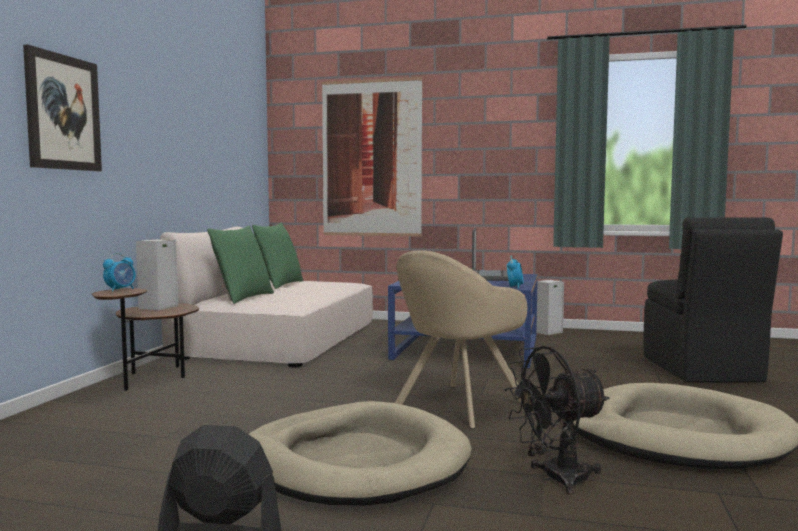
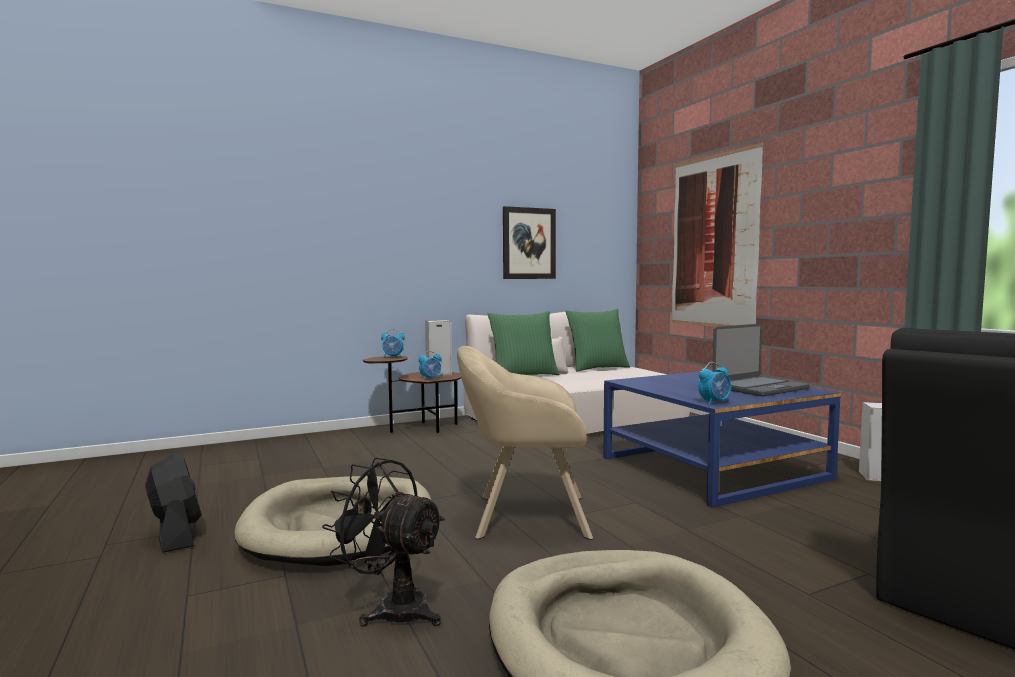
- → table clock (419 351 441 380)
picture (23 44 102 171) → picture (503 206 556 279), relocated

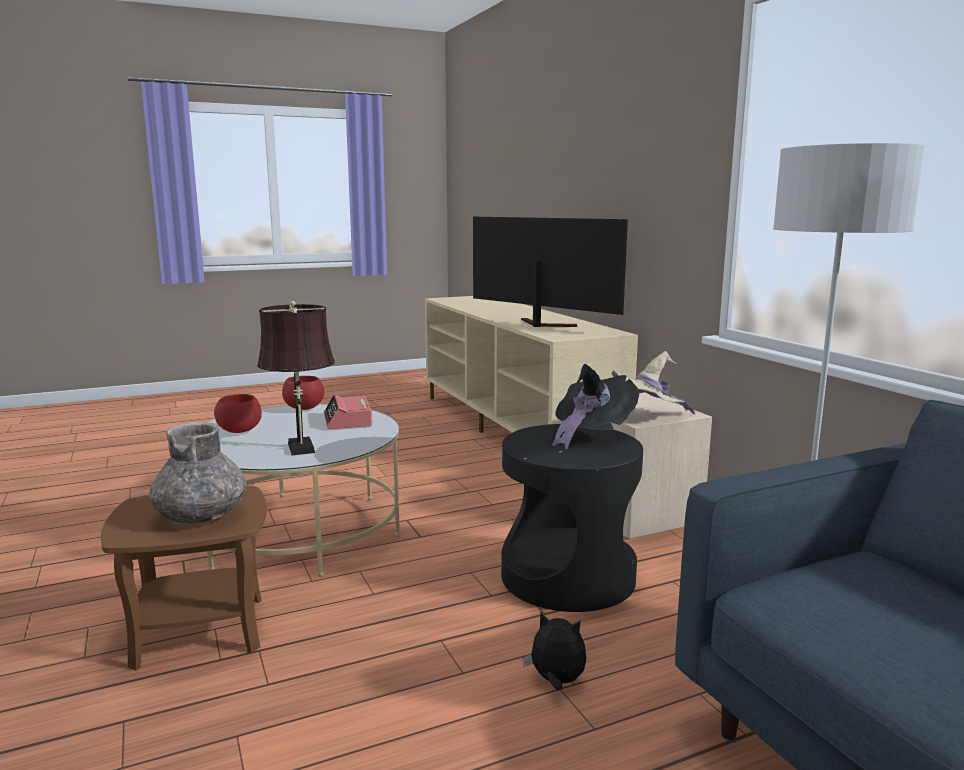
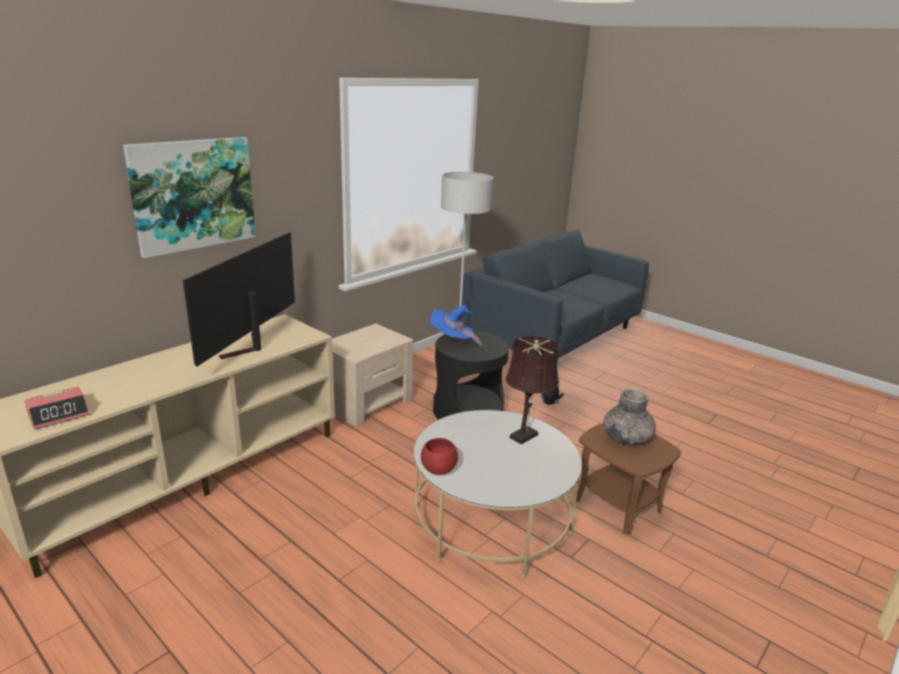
red-coloured serving bowl (214 394 262 433) → -
beige-coloured wearable hat (611 351 695 414) → -
- → picture (123 137 255 258)
table clock (324 395 372 429) → table clock (24 387 90 430), relocated
black wearable hat (552 364 639 450) → blue wearable hat (430 305 483 347)

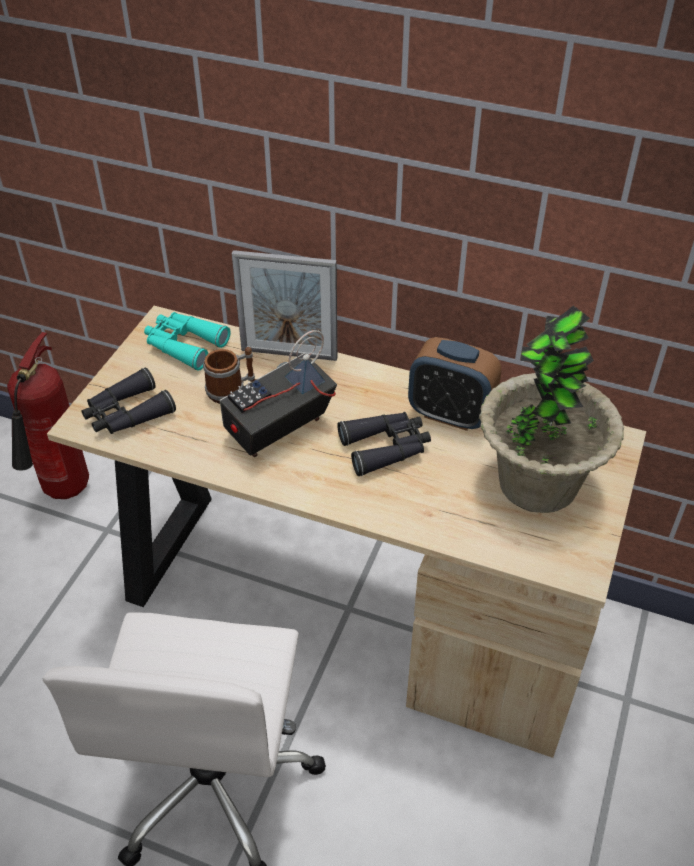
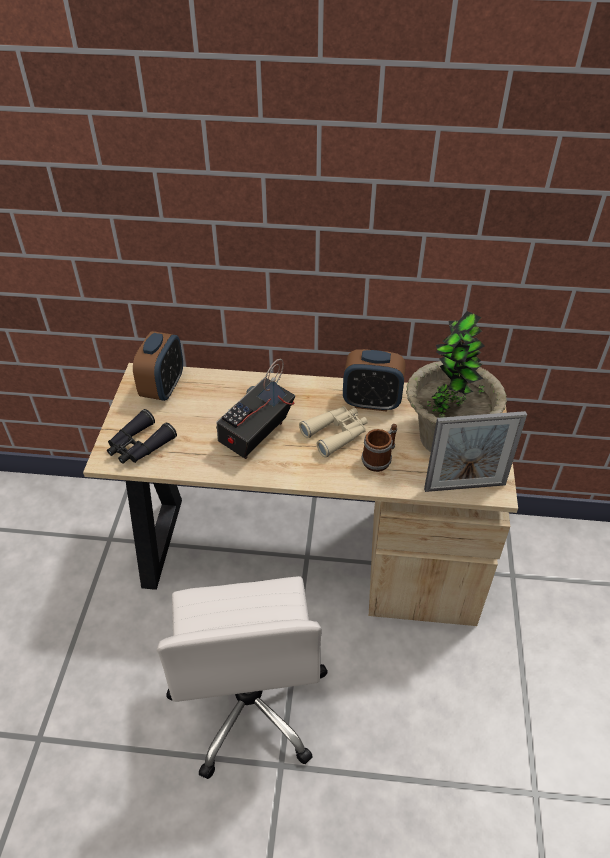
fire extinguisher (7 332 89 499) → -
tea mug (203 347 256 404) → tea mug (361 424 397 472), relocated
photo frame (232 250 337 361) → photo frame (424 411 527 492), relocated
turquoise field glasses (144 312 231 371) → table clock (133 331 183 401)
black field glasses (337 412 431 476) → beige-coloured field glasses (299 406 368 458)

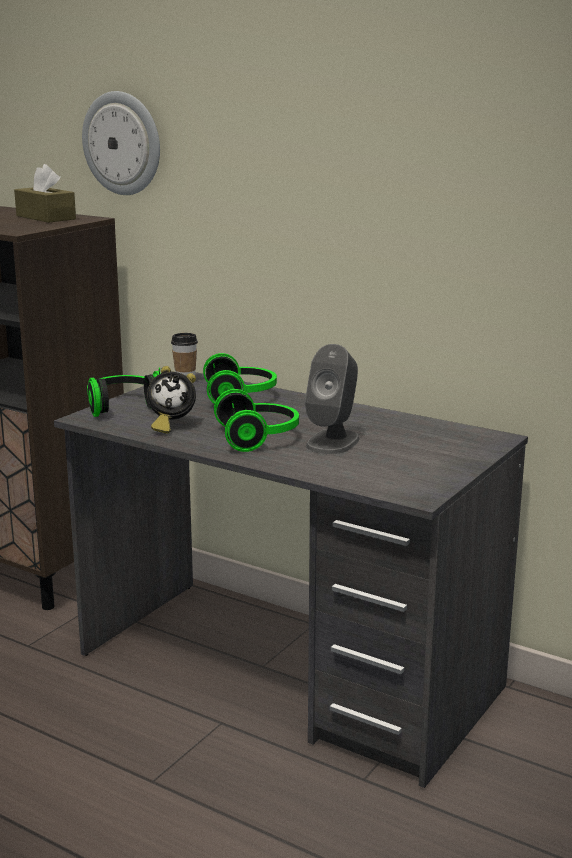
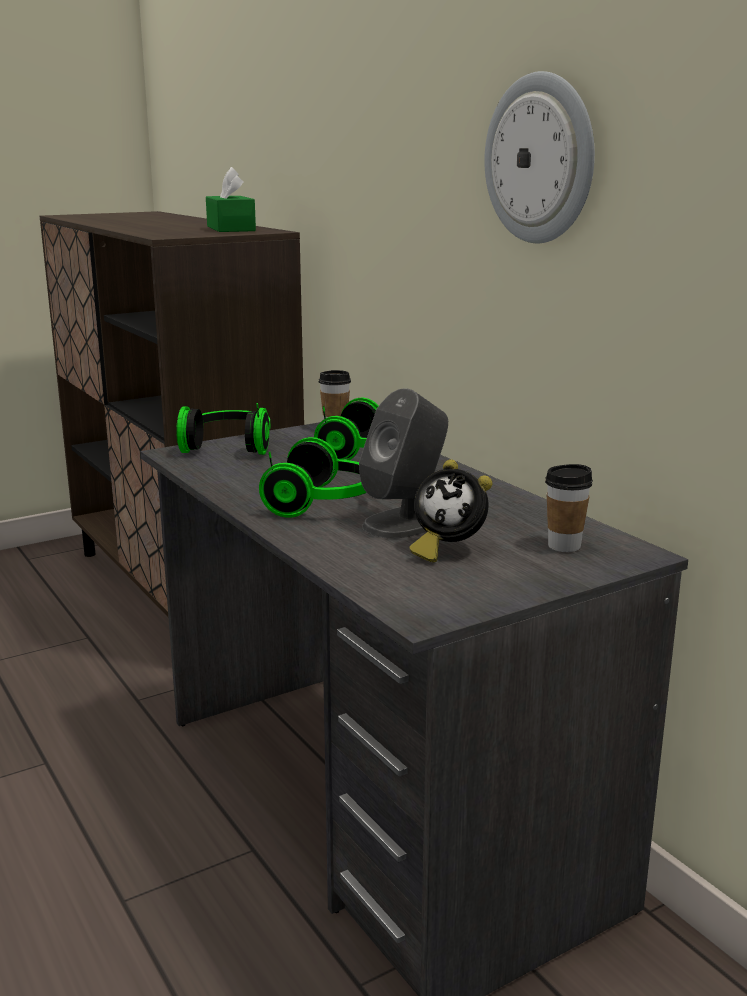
- → drinking cup (545 464 593 552)
hanging clock (82 91 160 195) → hanging clock (484 71 595 243), relocated
table clock (147 366 196 434) → table clock (409 459 492 562), relocated
brown-coloured box of tissues (14 164 76 223) → greenish box of tissues (206 167 256 232)

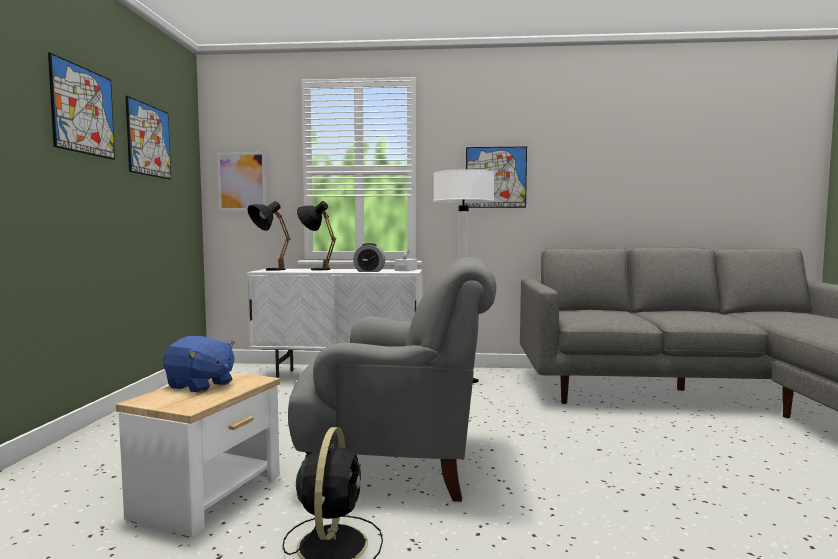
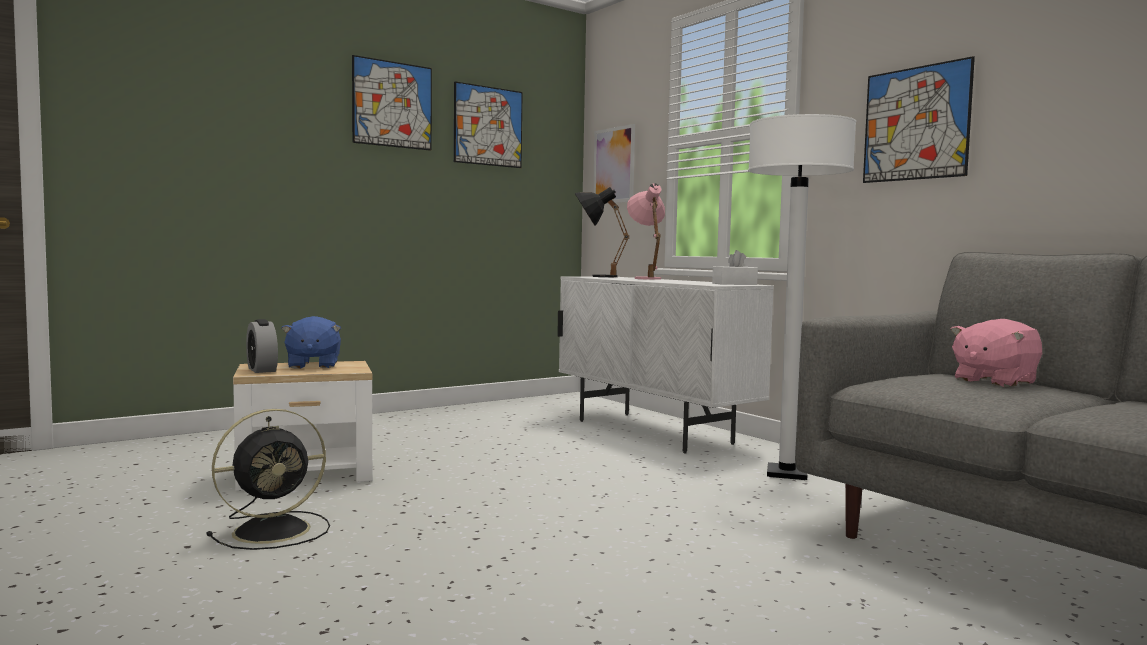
greyish easy chair (288 257 496 502) → -
- → pink-coloured plush toy (950 319 1042 387)
table clock (353 243 385 272) → table clock (246 319 278 373), relocated
black lamp for a table (297 201 336 270) → pink-coloured lamp for a table (627 183 665 280)

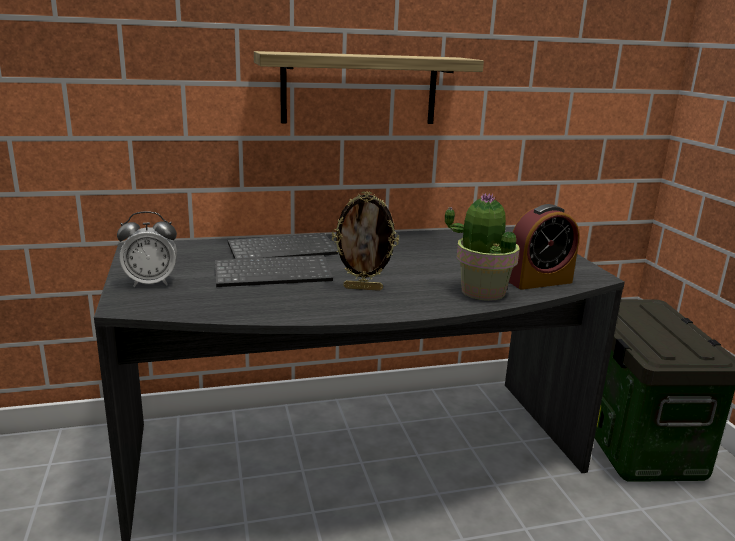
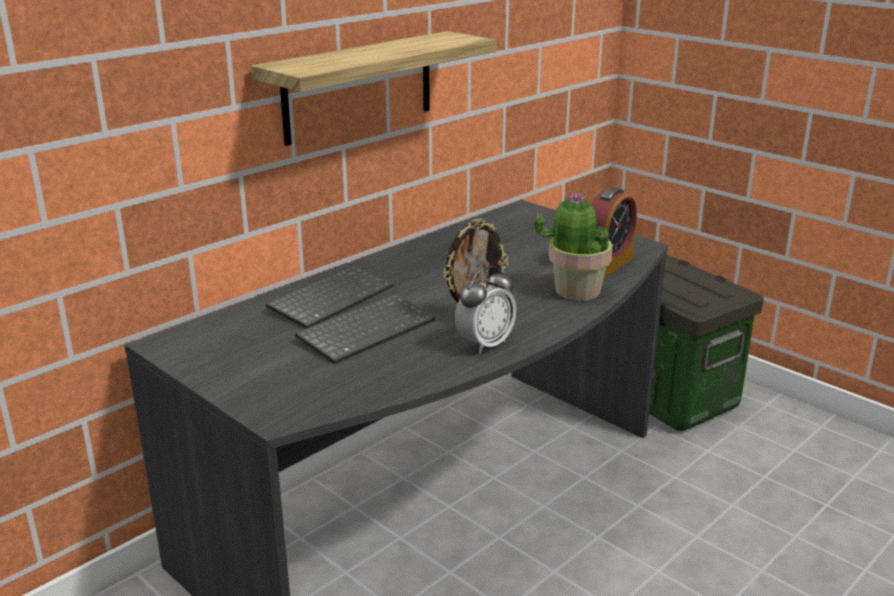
table clock (117 211 177 287) → table clock (455 266 516 354), relocated

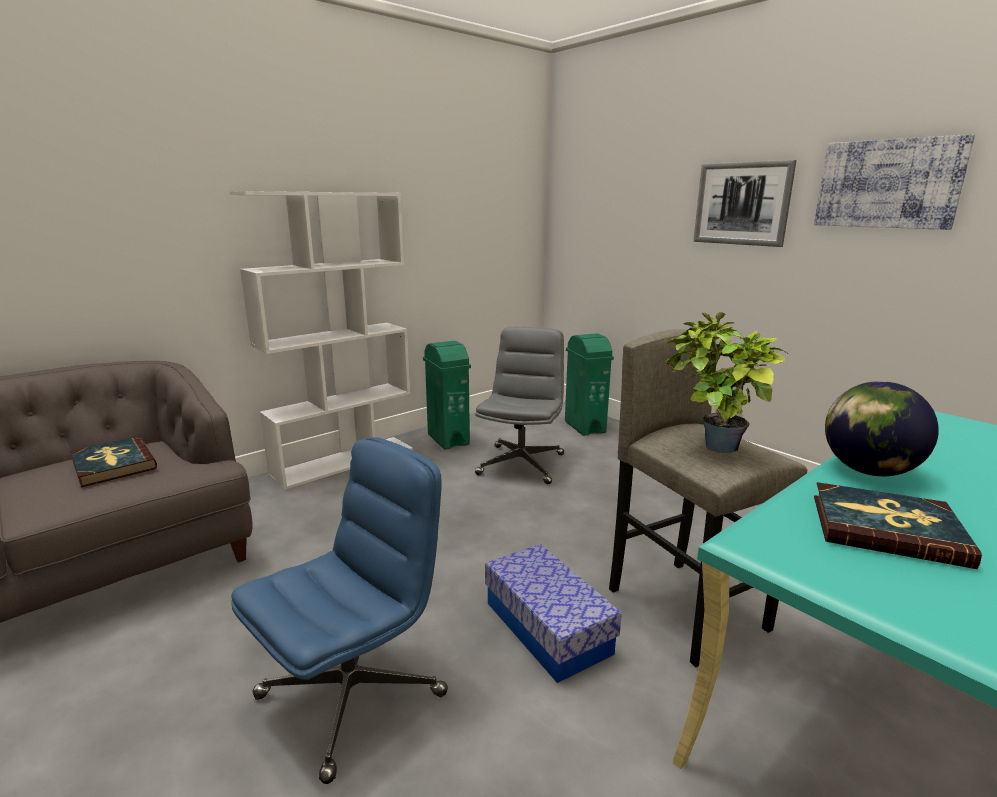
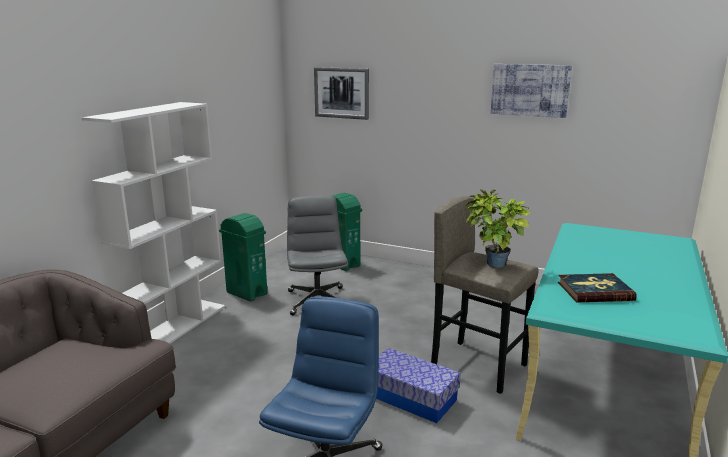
bound book (70 436 157 487) → -
world globe (825 381 939 476) → -
picture (693 160 797 247) → picture (314 67 369 120), relocated

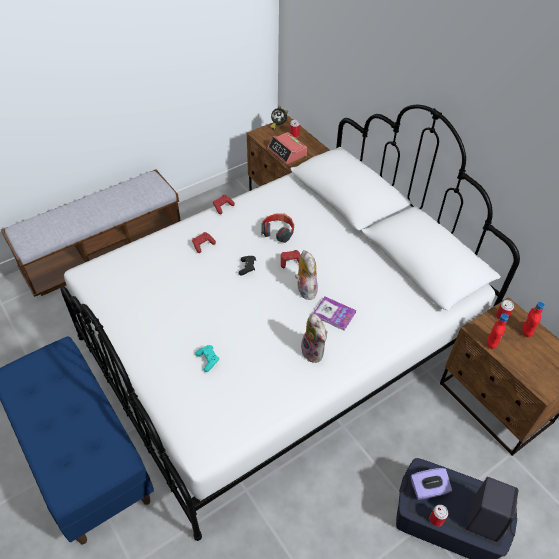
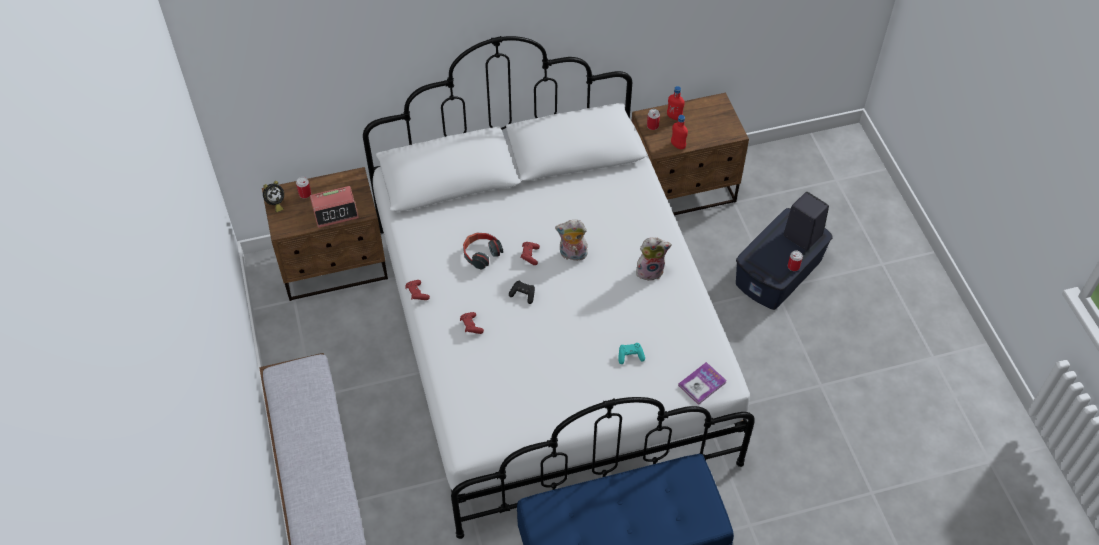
purplish box of tissues (411 468 452 500) → -
bound book (313 297 356 331) → bound book (678 362 727 405), relocated

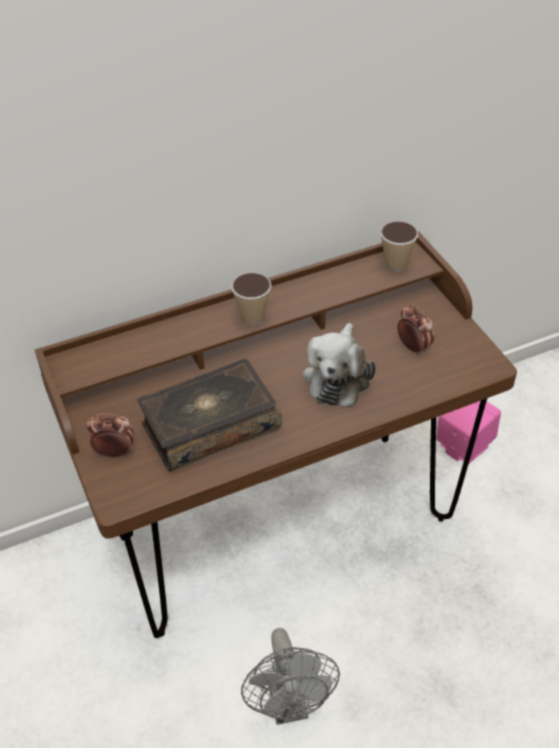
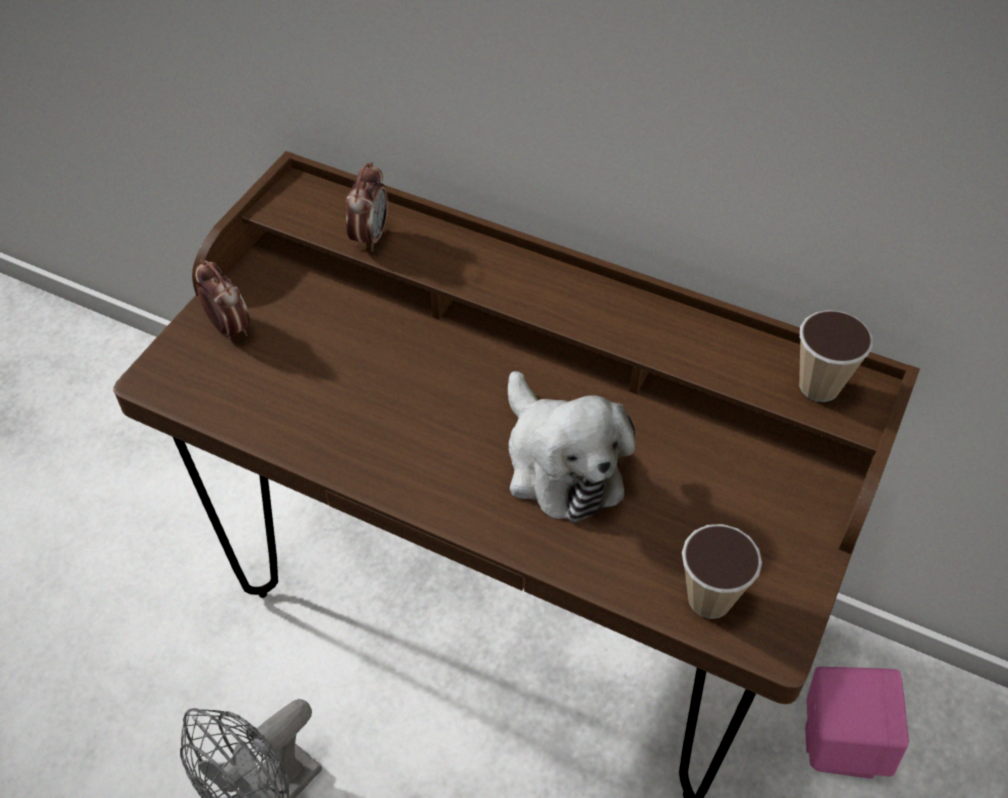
bound book (138 359 282 472) → -
drinking cup (231 272 271 325) → drinking cup (682 524 762 619), relocated
table clock (397 304 434 355) → table clock (346 162 388 251), relocated
plush toy (303 323 376 407) → plush toy (508 371 635 523), 90 degrees counterclockwise

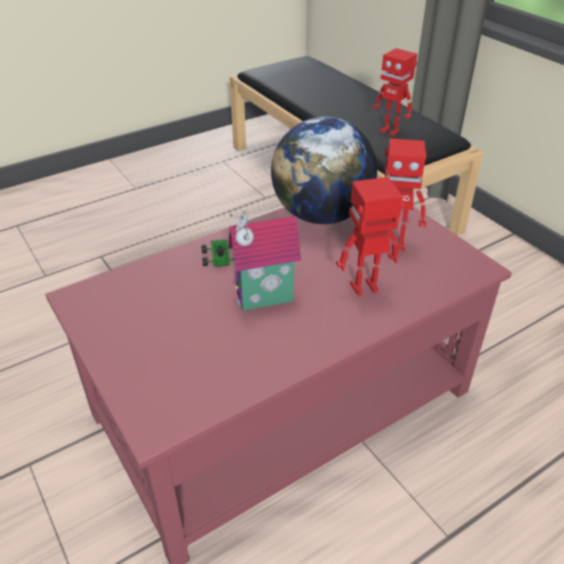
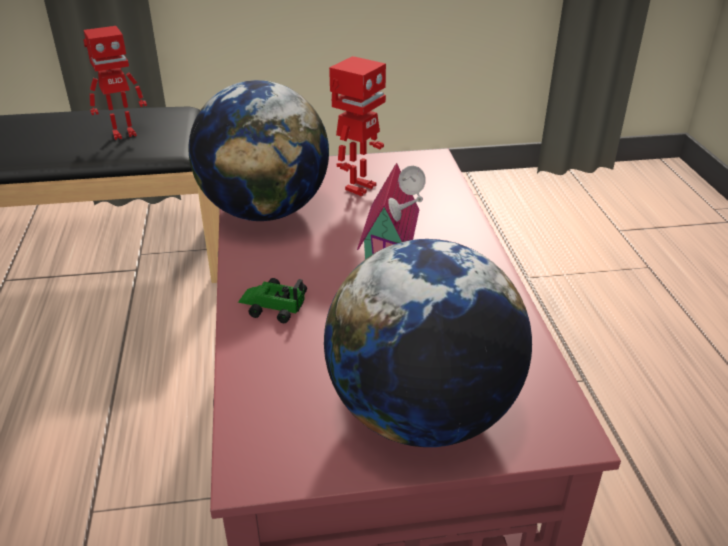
model robot (336 177 403 296) → -
- → world globe (324 239 532 447)

